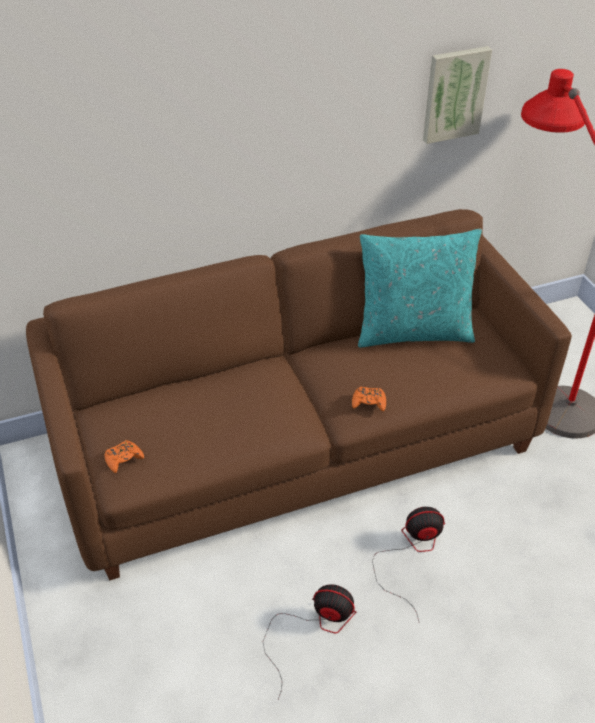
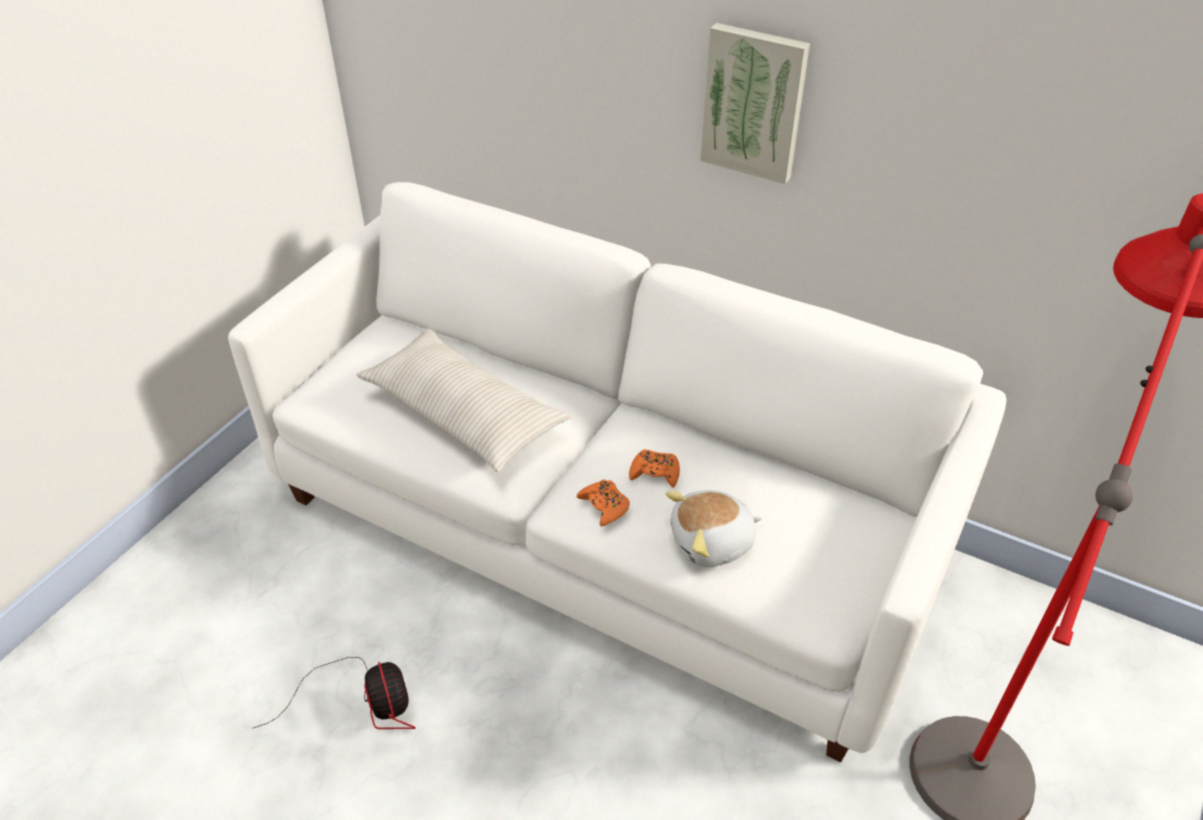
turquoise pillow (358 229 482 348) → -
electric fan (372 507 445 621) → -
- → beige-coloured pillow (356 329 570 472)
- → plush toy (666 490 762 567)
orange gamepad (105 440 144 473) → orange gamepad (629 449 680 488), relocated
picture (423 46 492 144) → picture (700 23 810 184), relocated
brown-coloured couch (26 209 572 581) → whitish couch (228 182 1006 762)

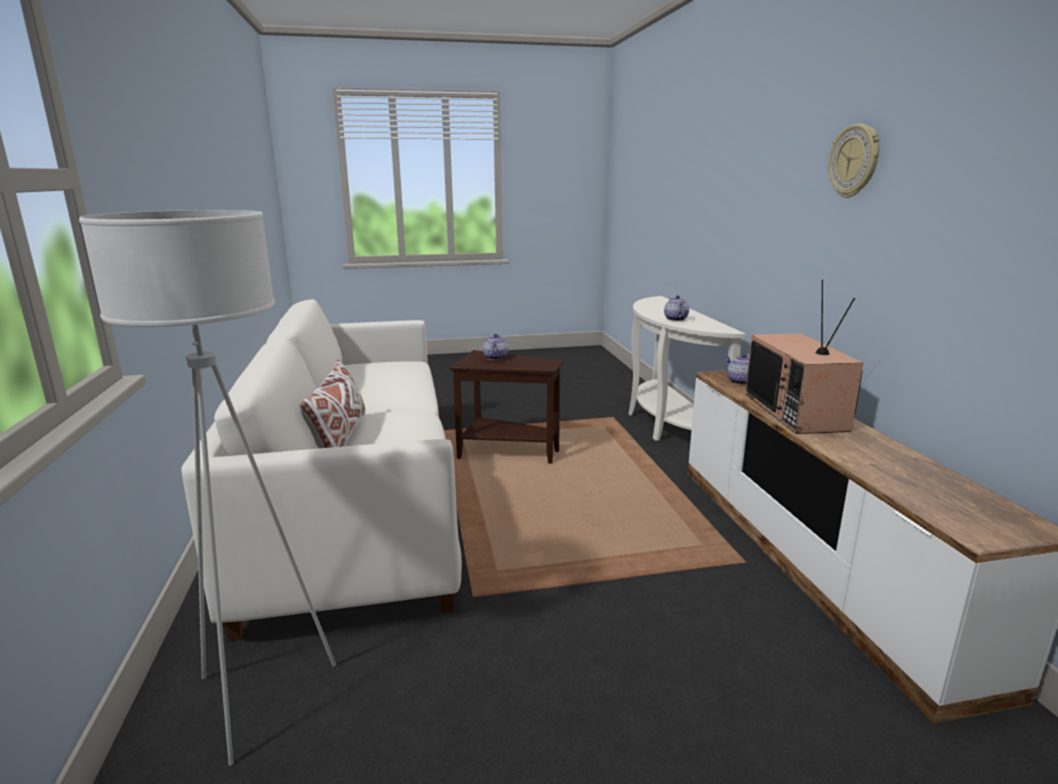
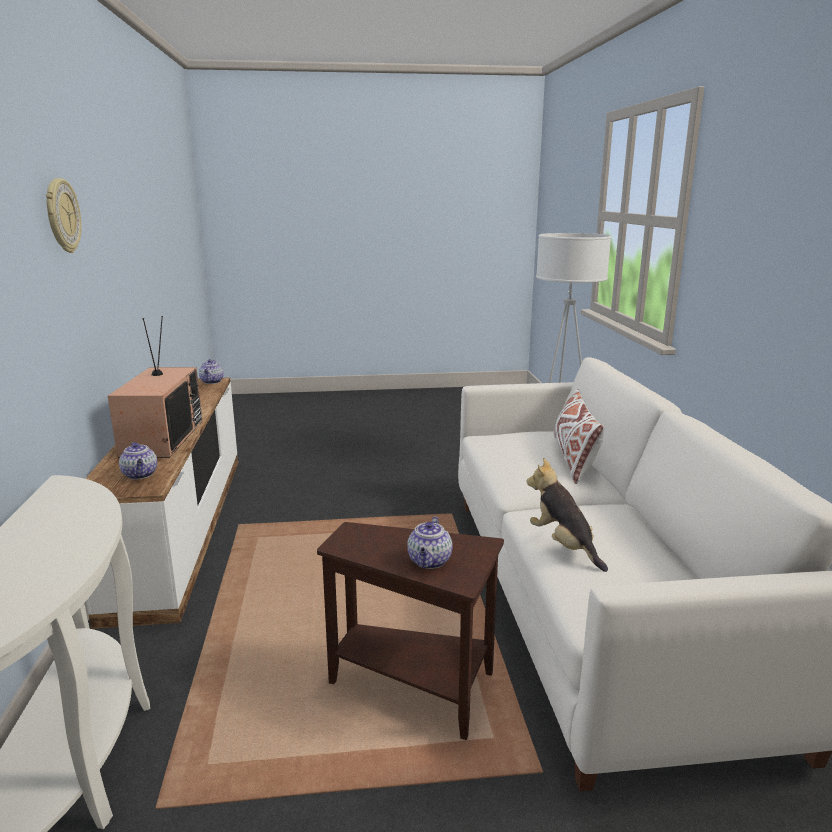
- → plush toy (527 458 608 572)
teapot (664 295 689 321) → teapot (199 359 224 384), relocated

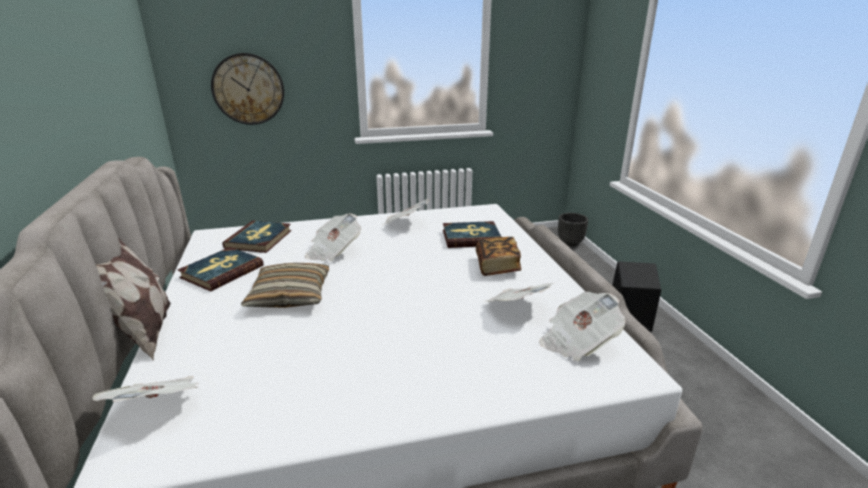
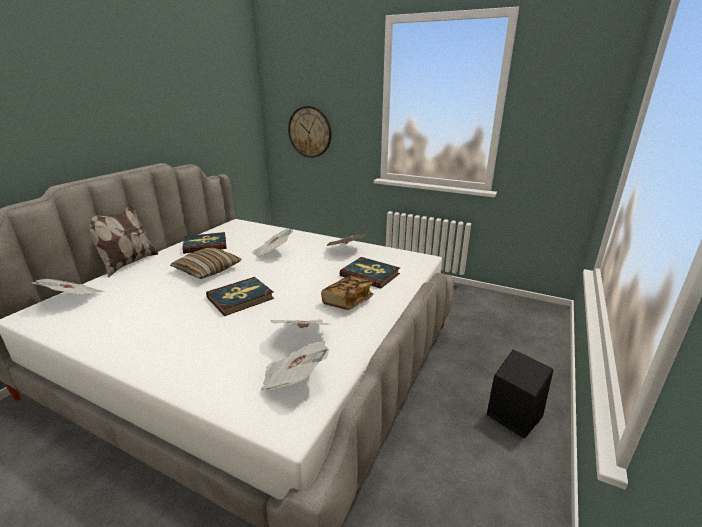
black plant pot (558 213 588 246) → -
bound book (223 221 291 253) → bound book (206 277 274 316), relocated

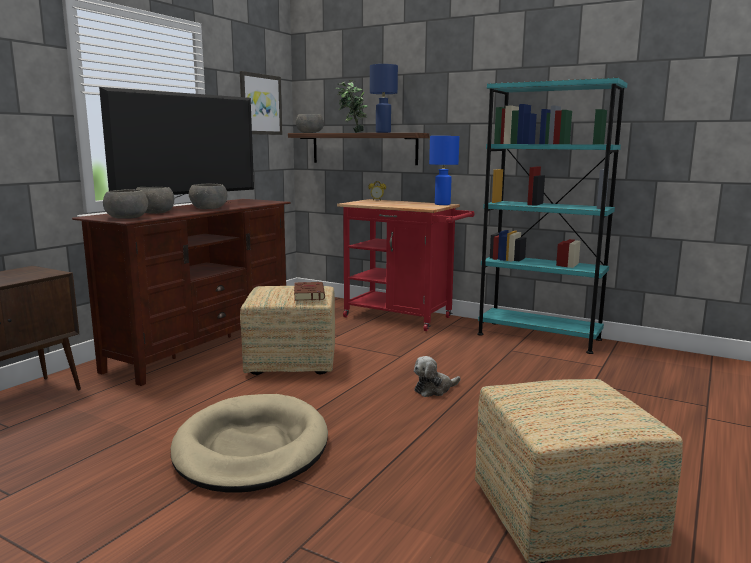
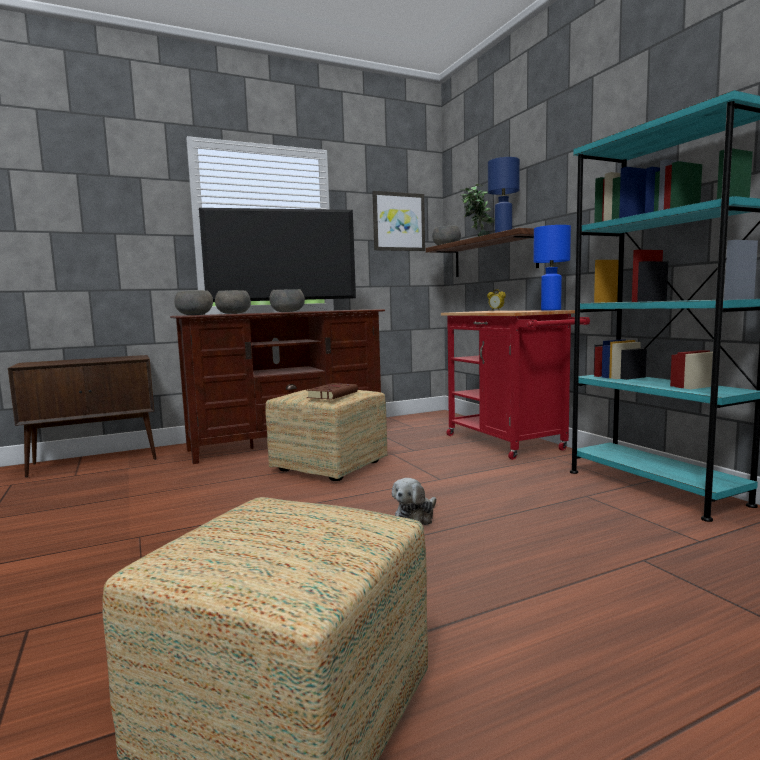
beige-coloured dog bed (171 394 328 493) → -
plush toy (414 356 461 397) → plush toy (392 478 436 525), 60 degrees counterclockwise

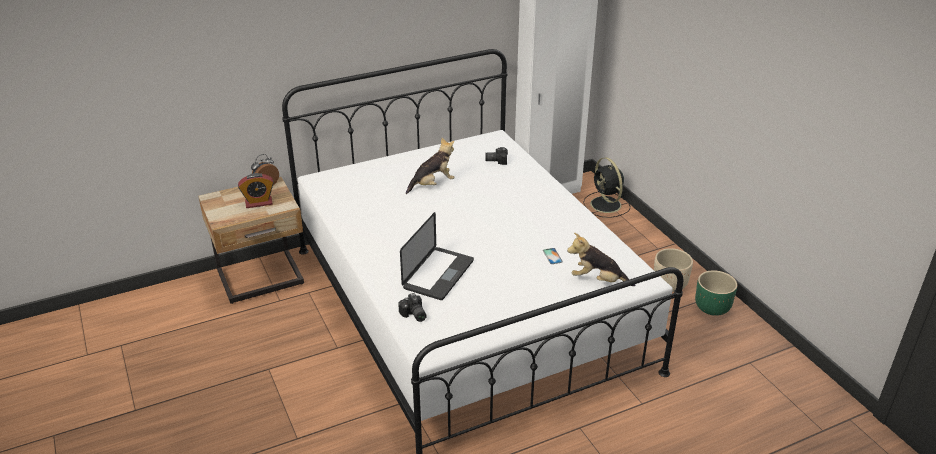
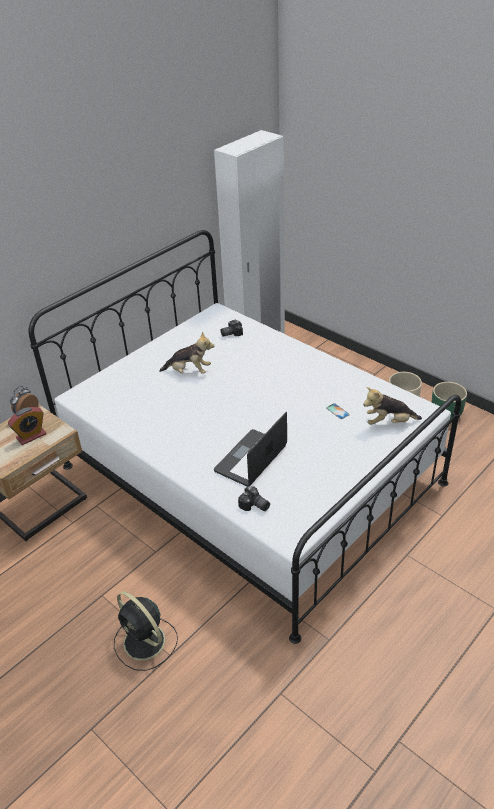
black electric fan (583 157 630 218) → black electric fan (114 591 178 671), relocated
portable computer (400 212 474 300) → portable computer (214 412 287 487), 150 degrees counterclockwise
plush toy (406 137 455 194) → plush toy (159 332 214 374), 60 degrees clockwise

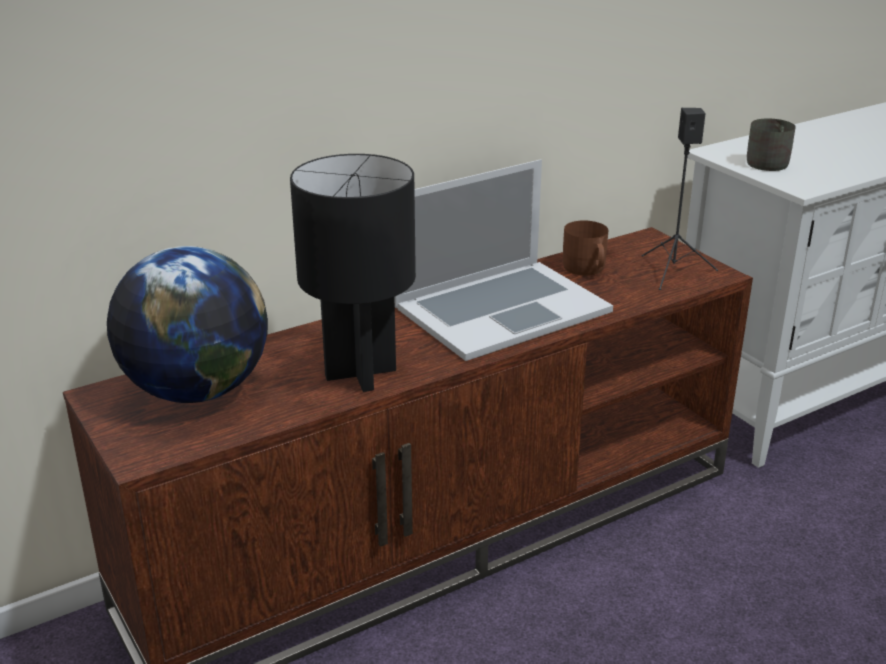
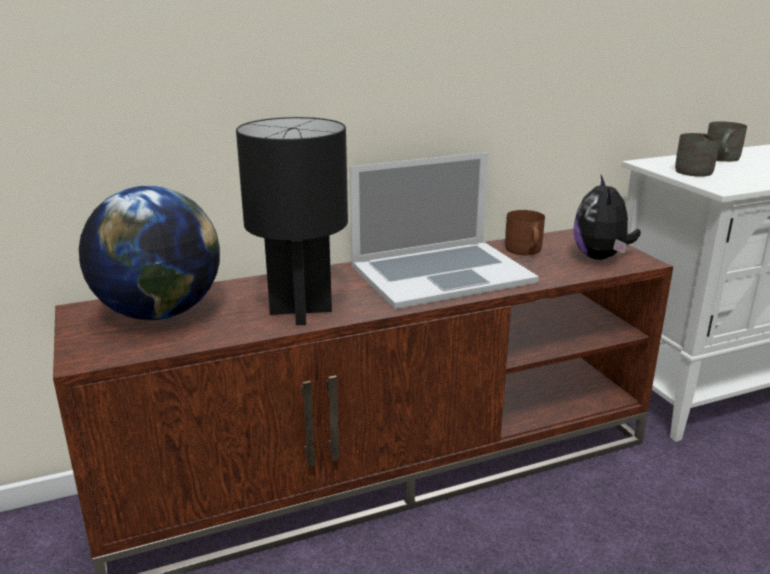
- → greyish tea mug (707 121 747 162)
black audio speaker (642 108 718 290) → plush toy (573 175 641 260)

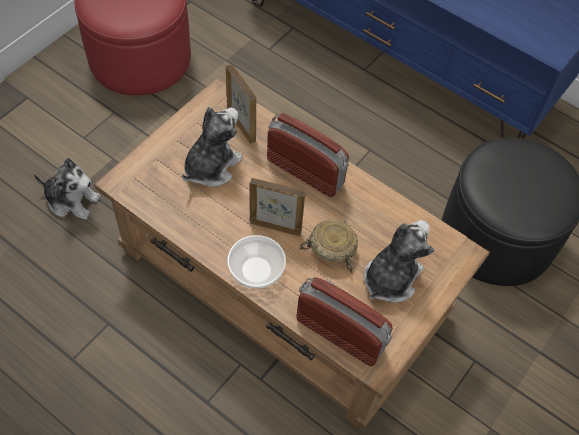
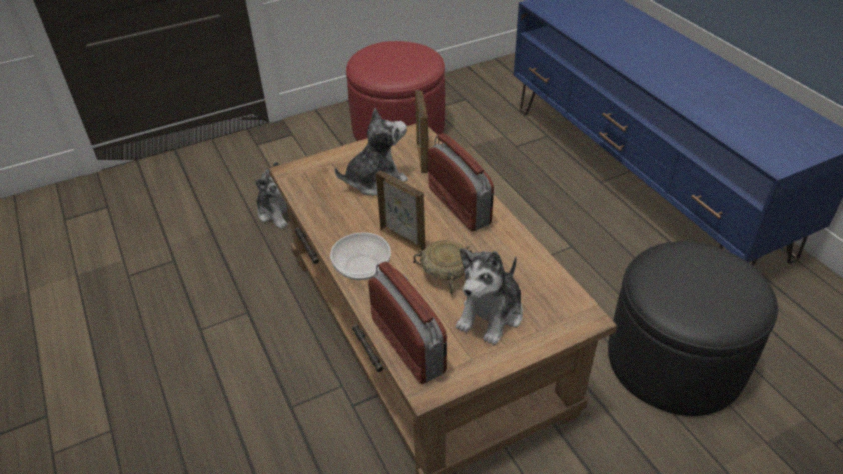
plush toy (363 220 435 303) → plush toy (456 248 523 345), 150 degrees clockwise

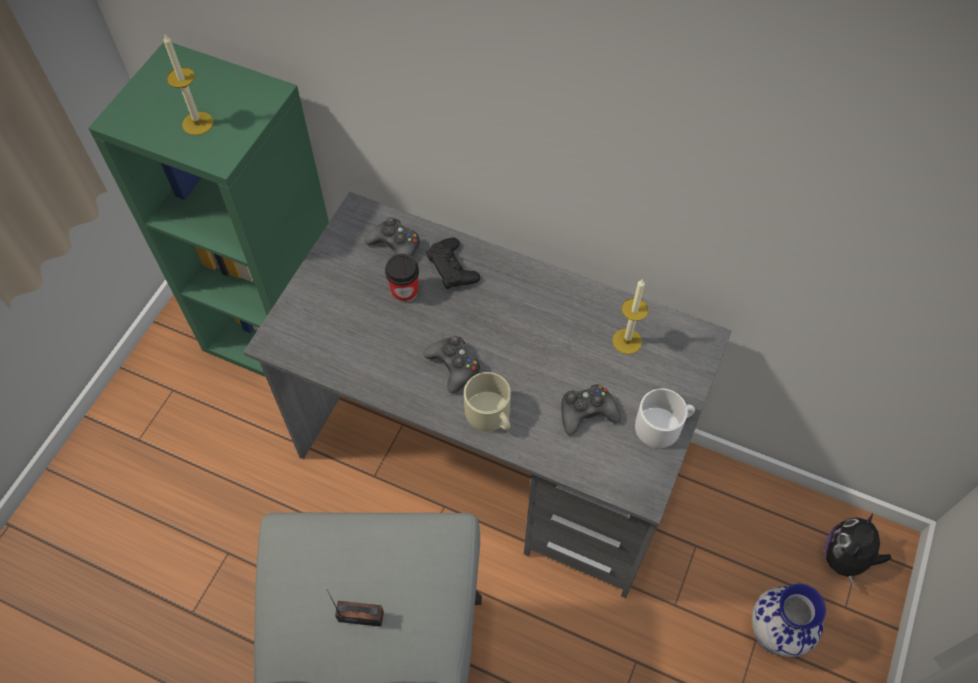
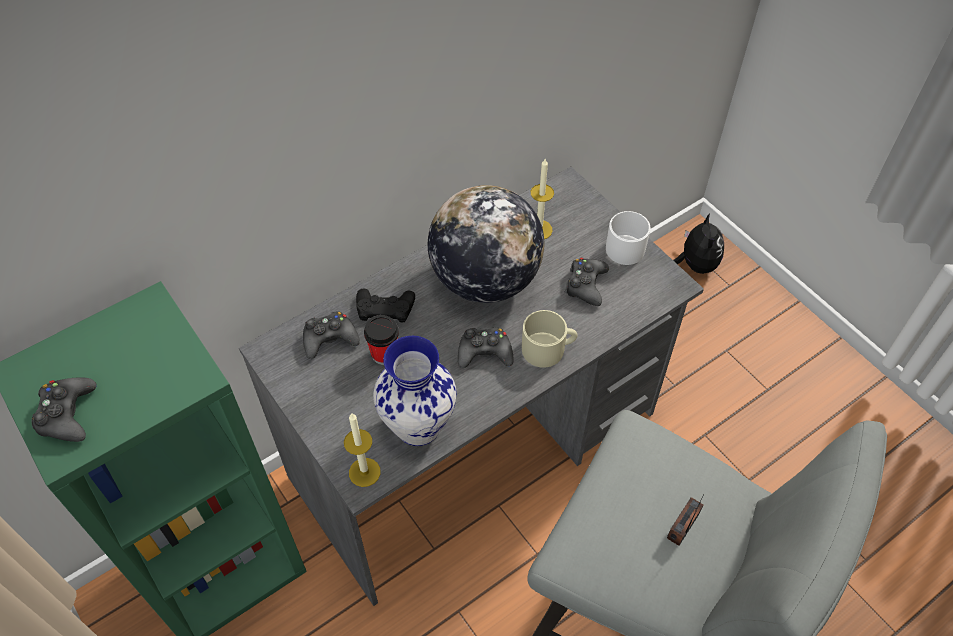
- → black gamepad (31 378 97 442)
- → world globe (428 185 544 303)
candle (163 33 213 135) → candle (344 414 381 487), relocated
flower vase (752 583 826 657) → flower vase (373 336 457 446), relocated
plush toy (824 513 892 587) → plush toy (673 213 724 274), 150 degrees counterclockwise

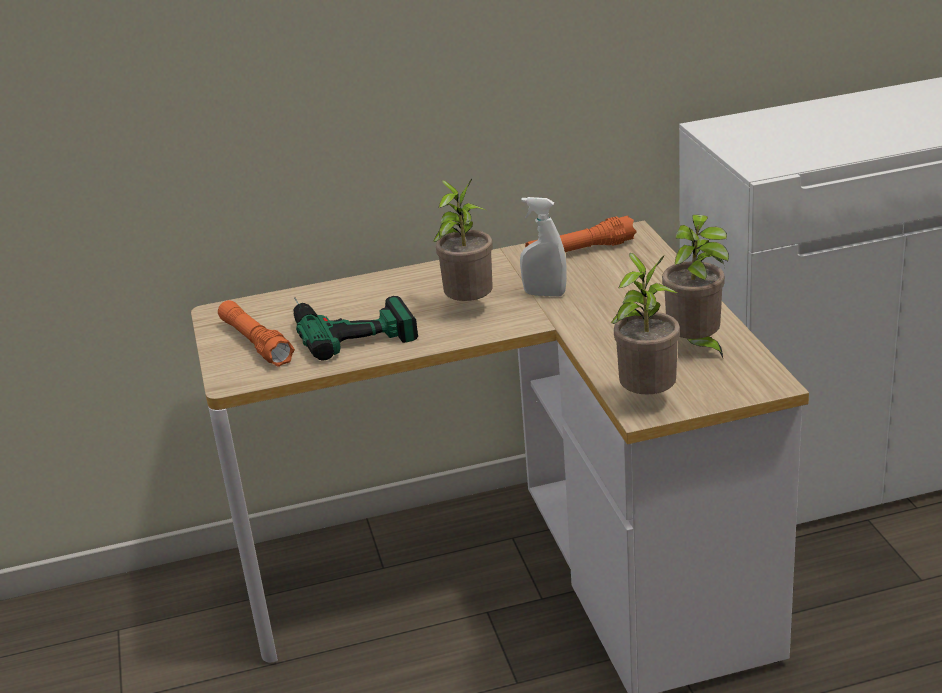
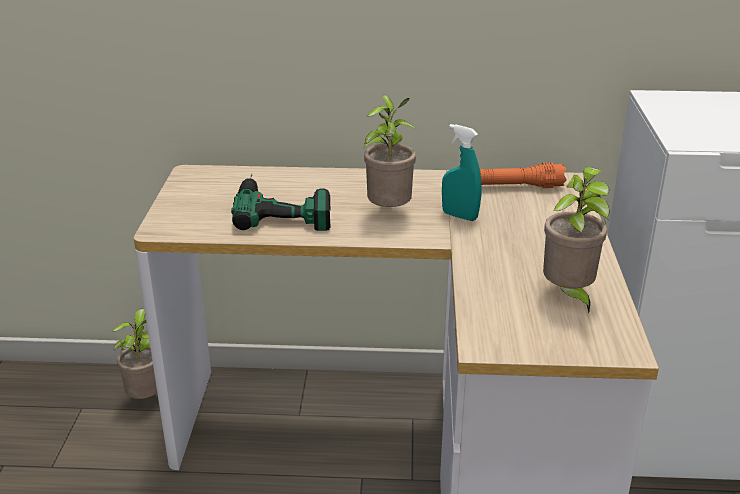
orange hand torch (218 300 295 367) → -
potted plant (611 253 680 394) → potted plant (112 308 157 399), relocated
whitish hand sprayer (520 197 567 296) → turquoise hand sprayer (442 124 482 221)

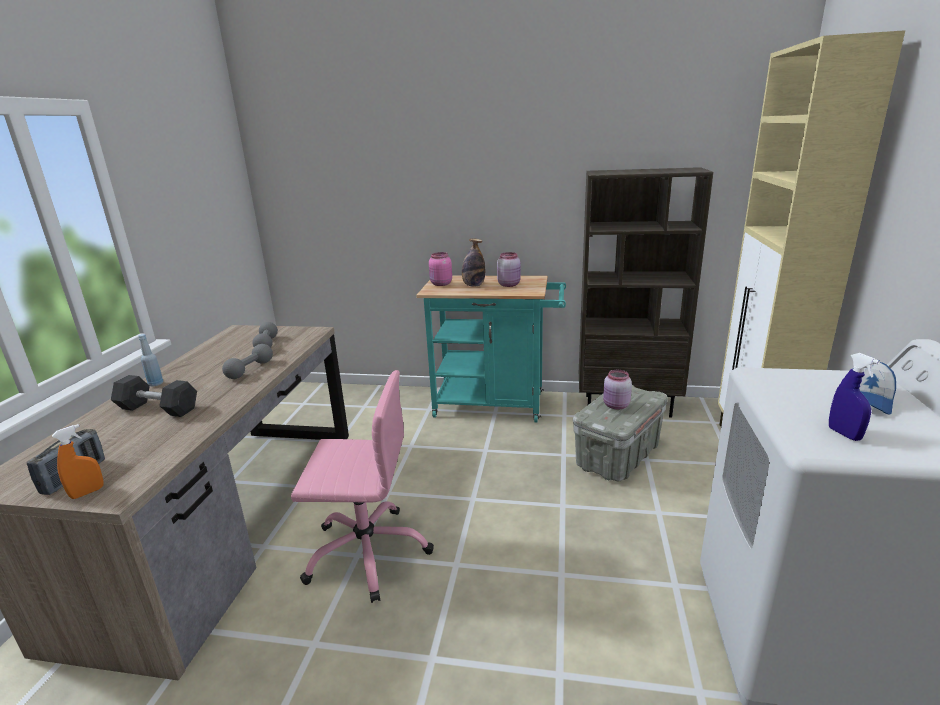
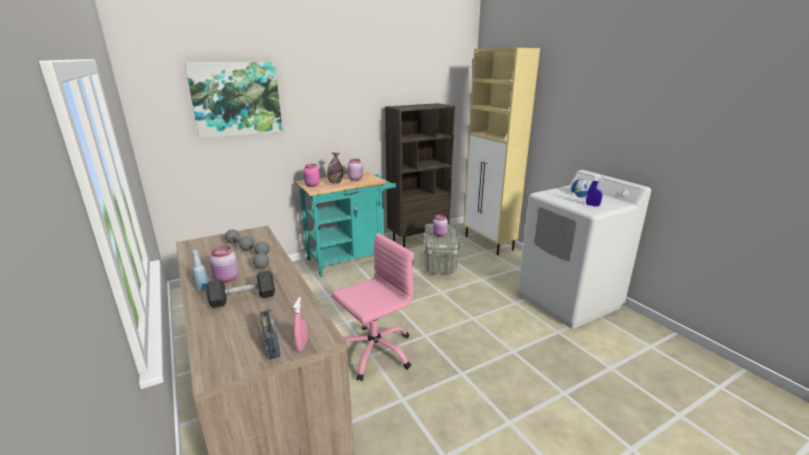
- → picture (184 62 283 139)
- → pink-coloured preserve jar (210 246 239 283)
orange hand sprayer (52 424 104 499) → pink-coloured hand sprayer (293 297 308 351)

